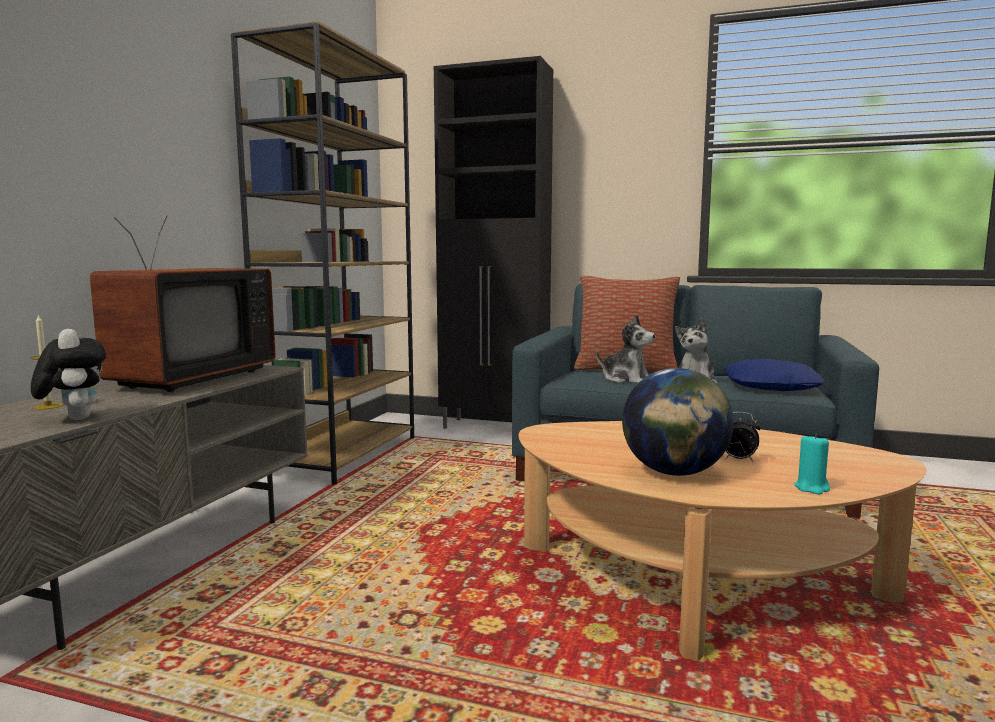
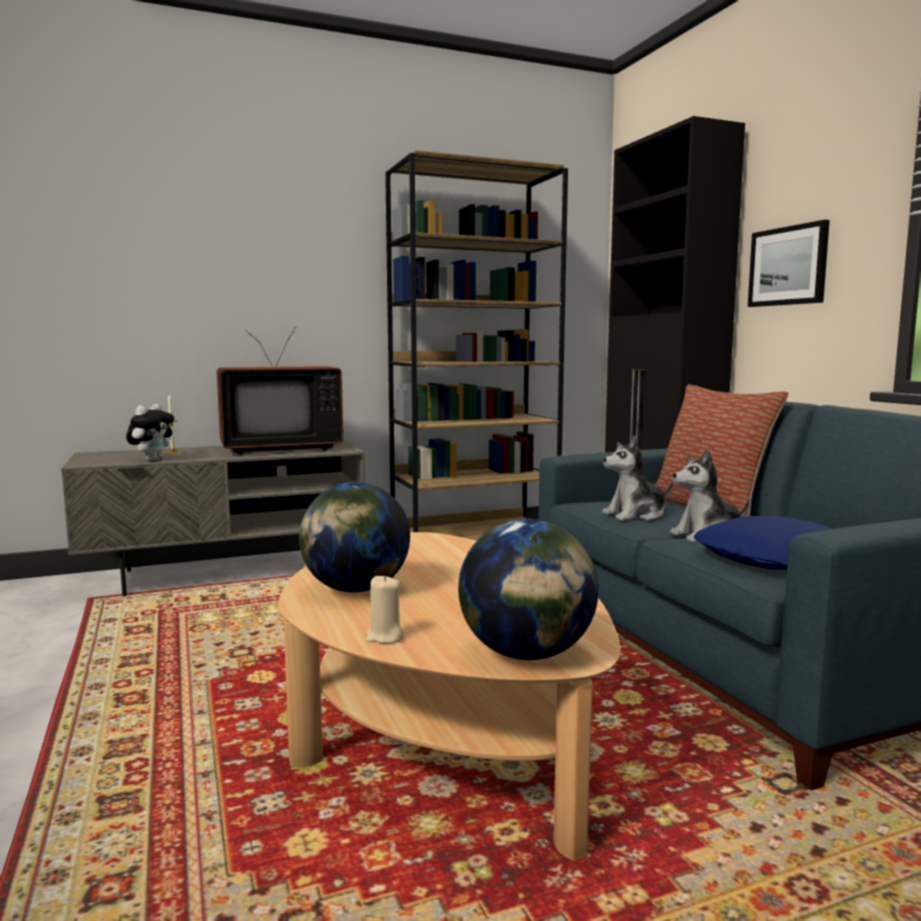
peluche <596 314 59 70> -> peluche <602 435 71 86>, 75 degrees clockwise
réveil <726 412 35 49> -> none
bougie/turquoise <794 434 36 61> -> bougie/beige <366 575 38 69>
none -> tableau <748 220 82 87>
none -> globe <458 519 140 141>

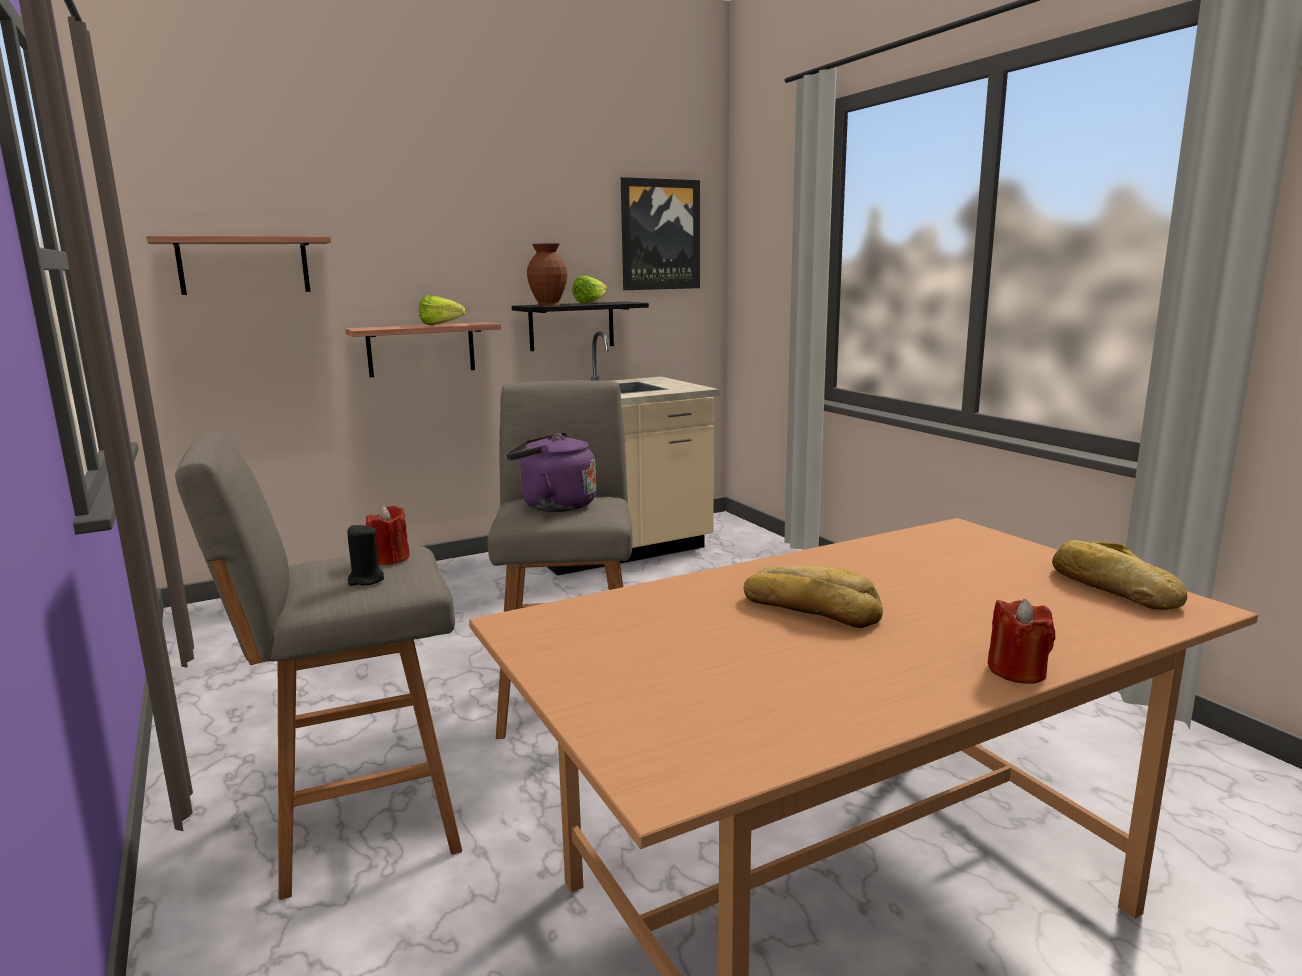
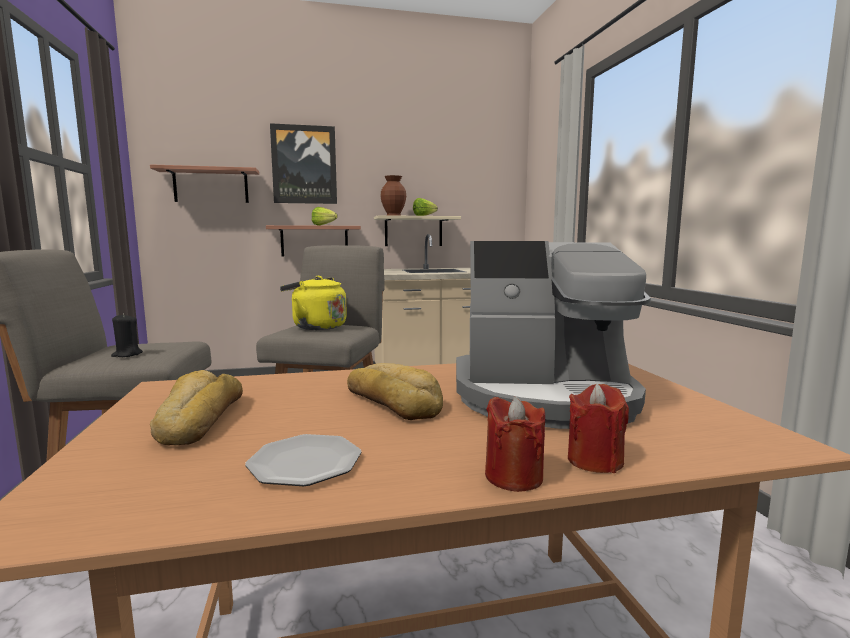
tableau <621 177 79 113> -> tableau <270 123 67 81>, move
étagère/noir <512 301 137 50> -> étagère/beige <374 215 87 31>
bouilloire/violet <506 432 91 80> -> bouilloire/jaune <280 276 67 54>
bougie/rouge <366 506 44 59> -> bougie/rouge <568 384 61 89>, move
pain <1052 540 135 70> -> pain <150 370 93 75>, move
none -> machine à café <456 241 195 188>
none -> assiette <245 434 117 52>

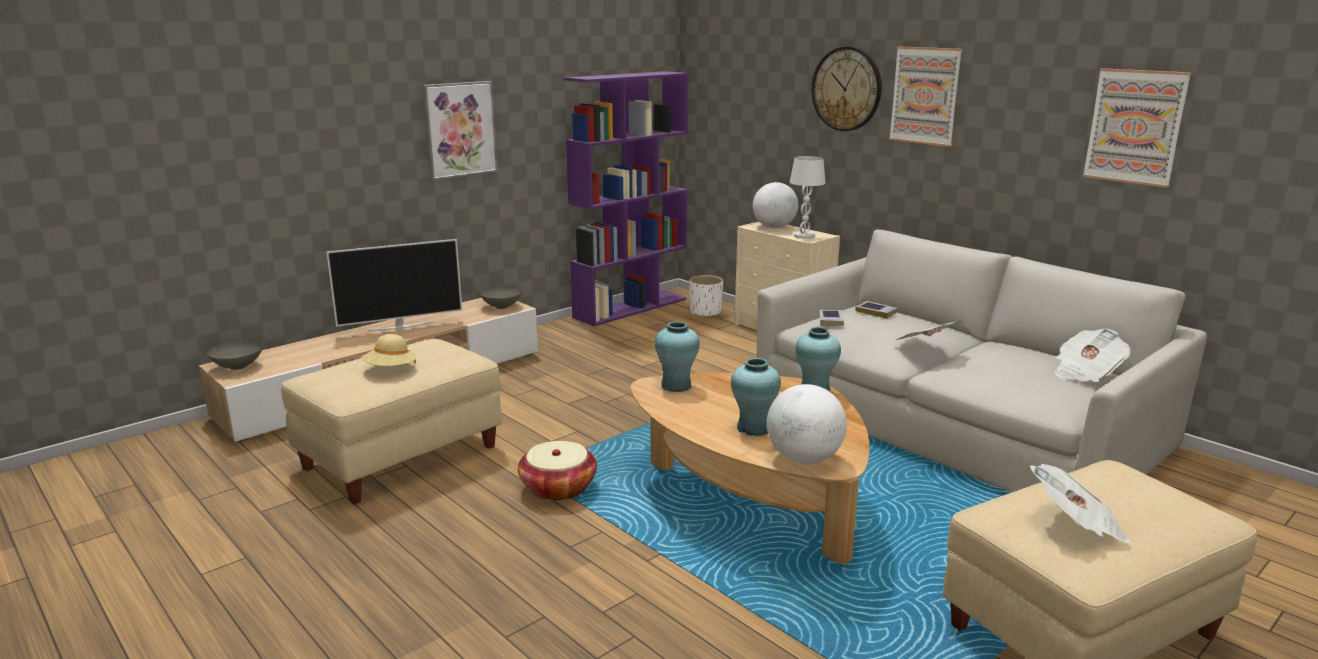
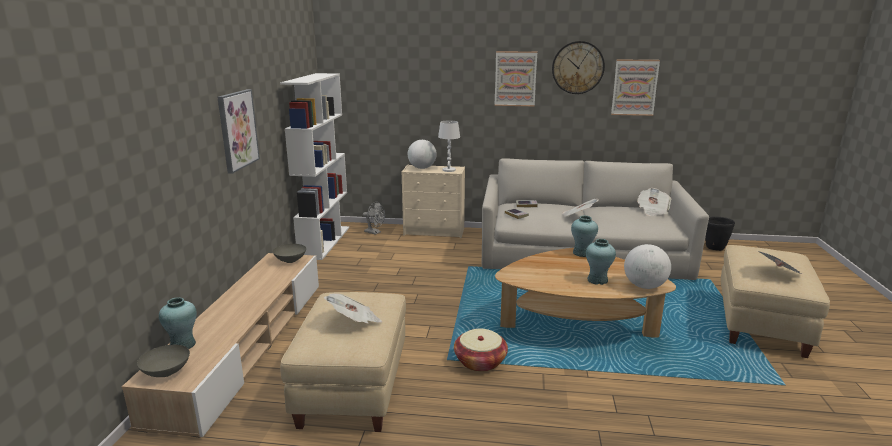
horloge murale <812 47 70 84> -> horloge murale <552 41 53 53>, move
bibliothèque/violet <564 71 125 255> -> bibliothèque/blanc <280 73 69 187>
téléviseur <326 239 136 92> -> none
cache-pot/blanc <689 275 34 42> -> ventilateur/gris <363 202 22 33>
vase/turquoise <655 321 45 71> -> vase/turquoise <159 297 38 52>, move
chapeau/beige <362 334 55 32> -> journal <324 293 59 31>
none -> cache-pot/noir <705 216 30 35>

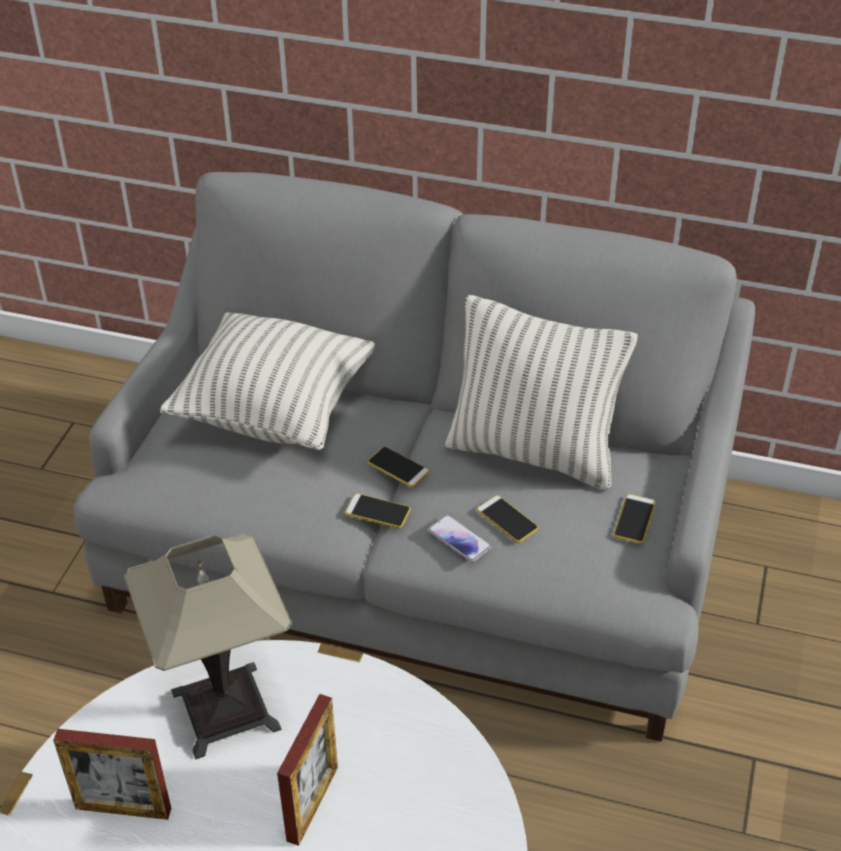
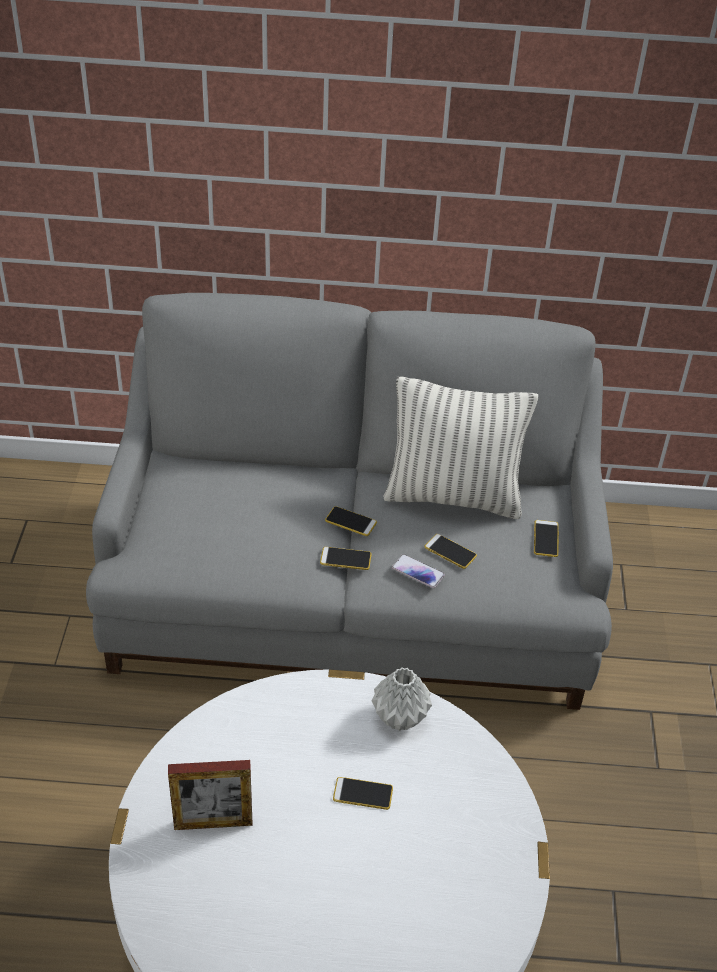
coussin <160 312 215 138> -> none
lampe de table <124 533 168 227> -> none
cadre photo <277 694 61 152> -> téléphone <333 777 60 33>
none -> vase/gris <372 668 60 63>

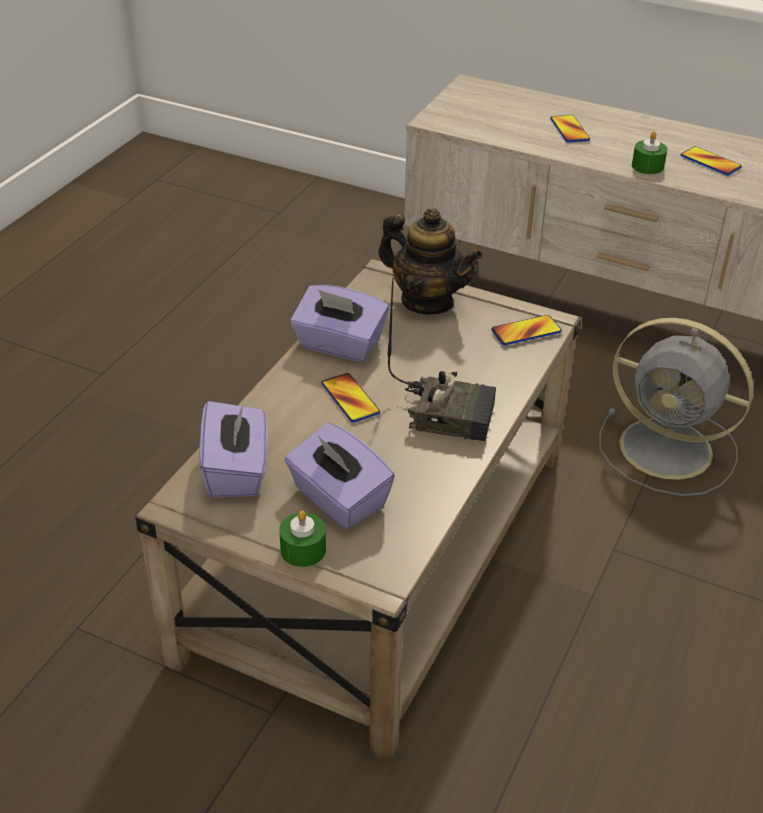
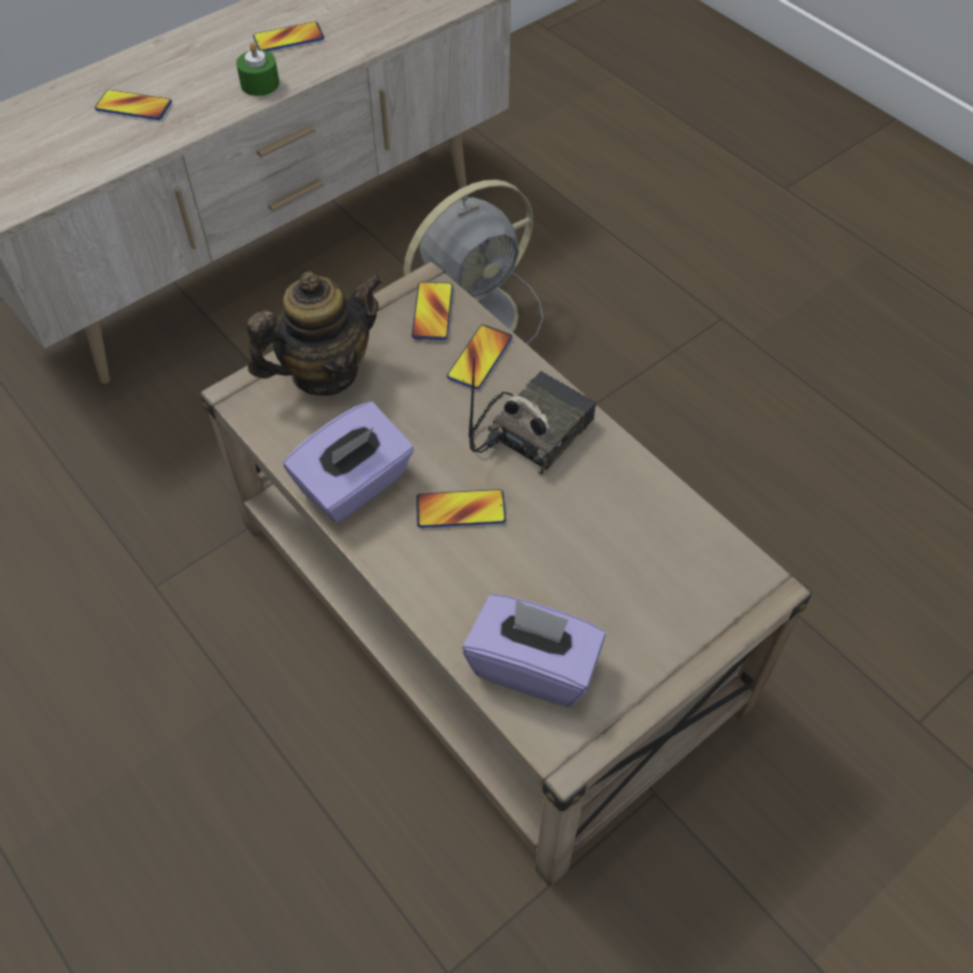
boîte à mouchoirs/violet <284 423 111 106> -> none
bougie/vert <279 511 47 56> -> none
none -> téléphone <447 324 65 66>

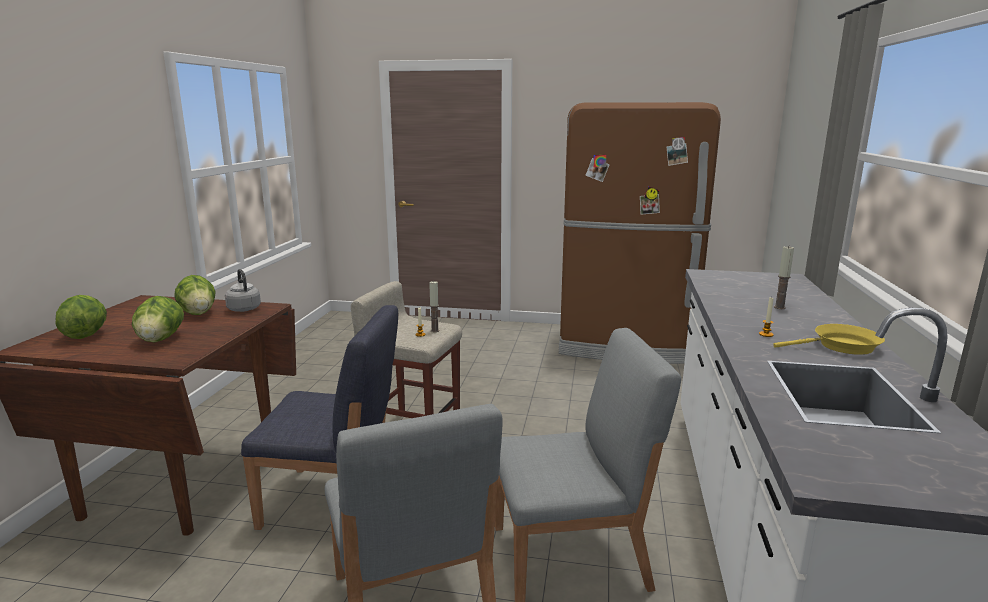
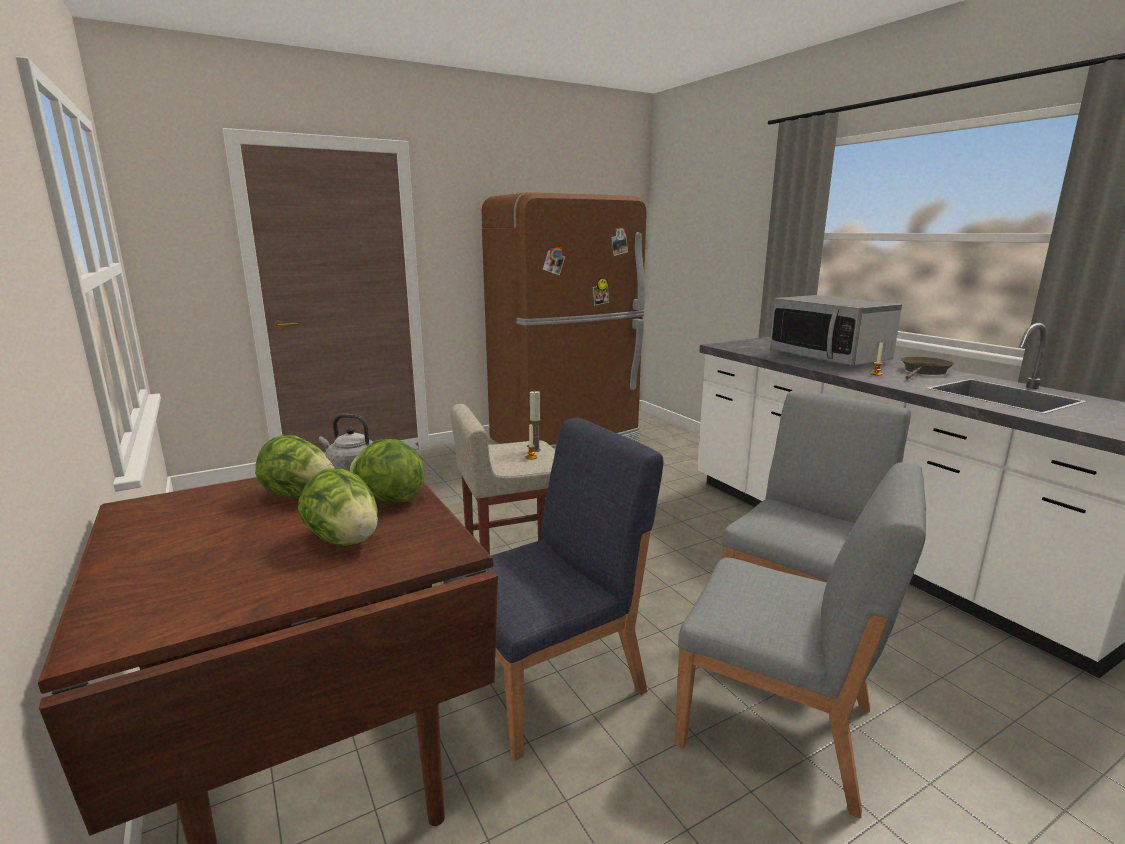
bougie <774 246 20 63> -> micro-ondes <770 295 132 71>
laitue <55 295 52 44> -> laitue <349 439 75 63>, move
poêle/jaune <773 324 112 31> -> poêle/marron <901 357 53 23>

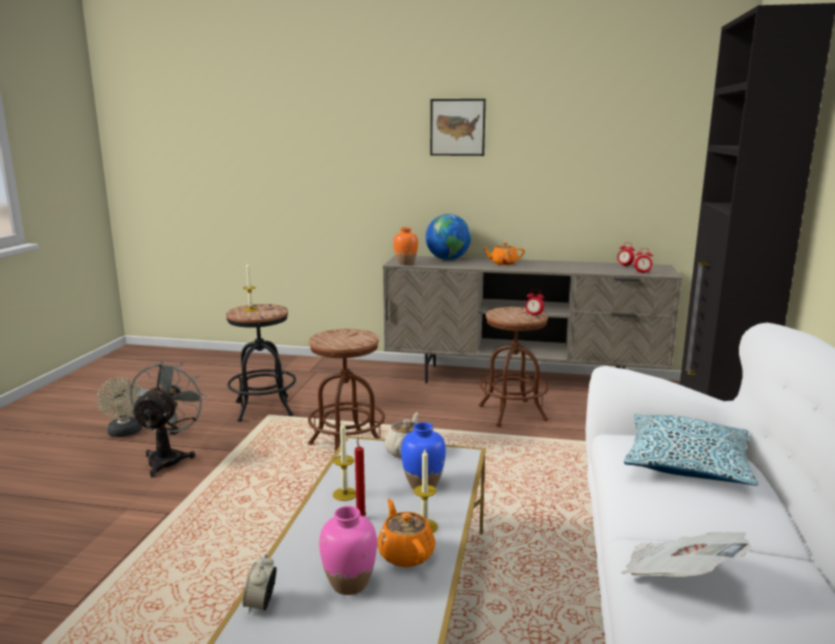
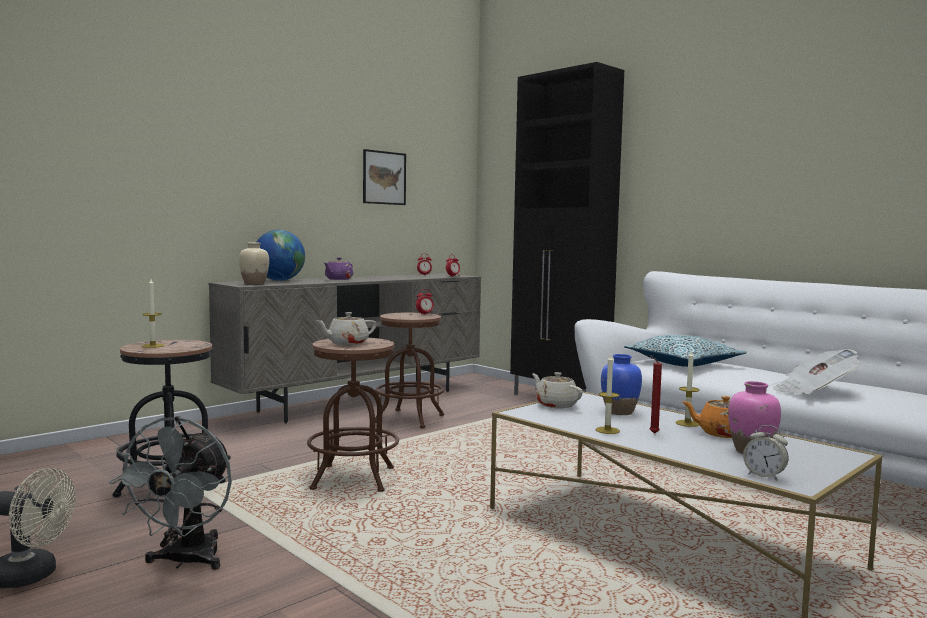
tableau <430 99 56 57> -> tableau <363 149 43 56>, move
vase/orange <393 227 25 38> -> vase/beige <239 243 30 42>
théière/orange <483 242 42 23> -> théière/violet <324 257 29 23>
ventilateur/gris <130 360 77 117> -> ventilateur/gris <109 416 123 154>, 120 degrees counterclockwise
none -> théière/beige <316 312 60 33>

